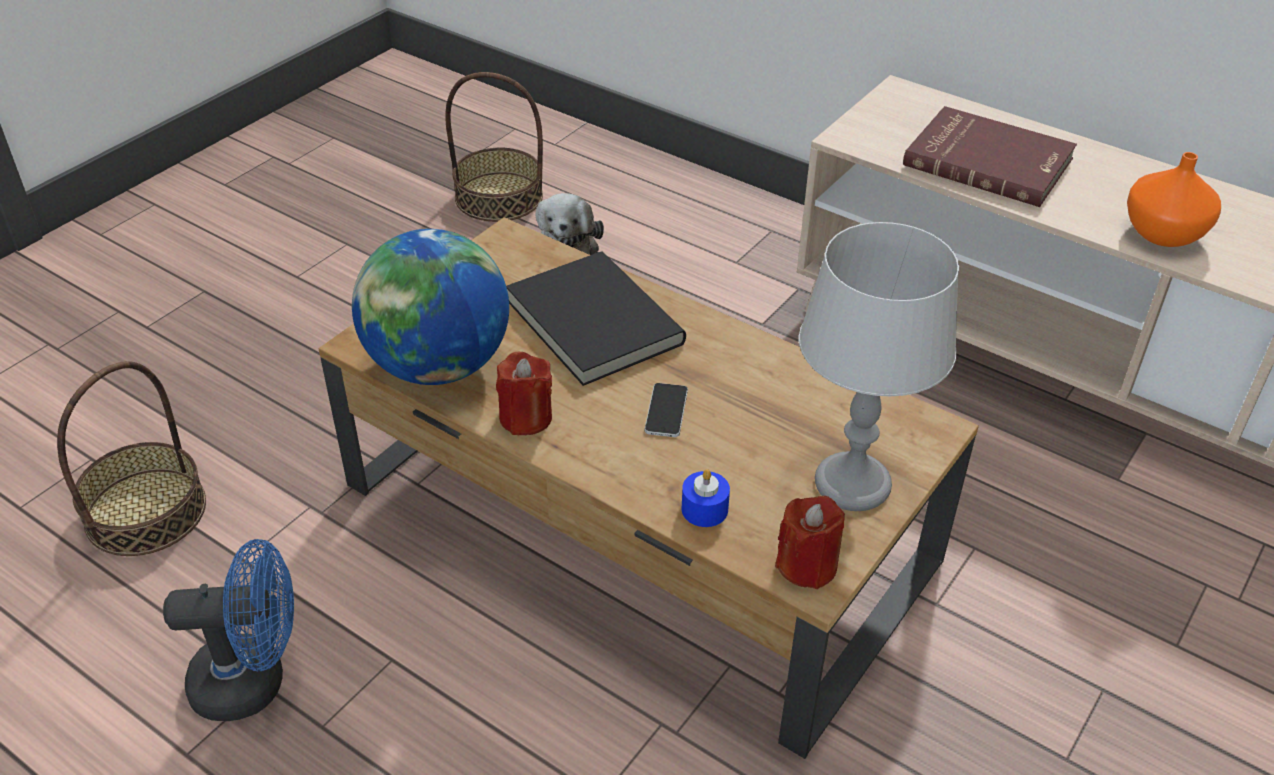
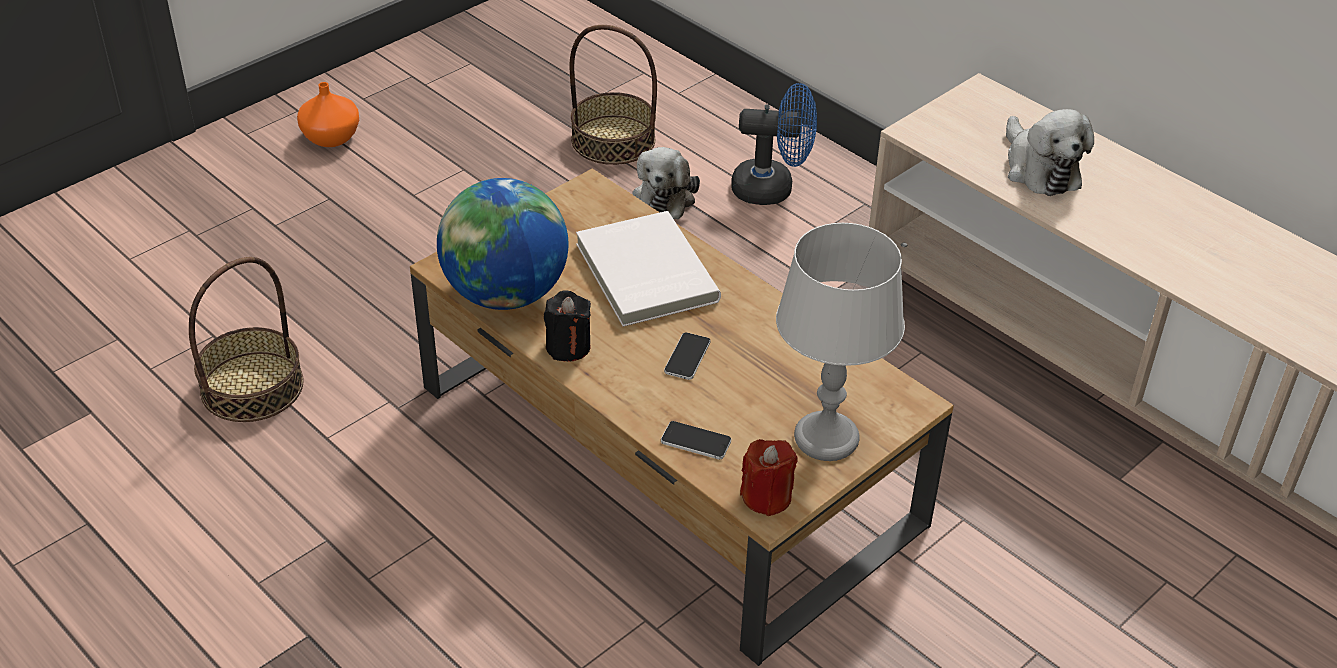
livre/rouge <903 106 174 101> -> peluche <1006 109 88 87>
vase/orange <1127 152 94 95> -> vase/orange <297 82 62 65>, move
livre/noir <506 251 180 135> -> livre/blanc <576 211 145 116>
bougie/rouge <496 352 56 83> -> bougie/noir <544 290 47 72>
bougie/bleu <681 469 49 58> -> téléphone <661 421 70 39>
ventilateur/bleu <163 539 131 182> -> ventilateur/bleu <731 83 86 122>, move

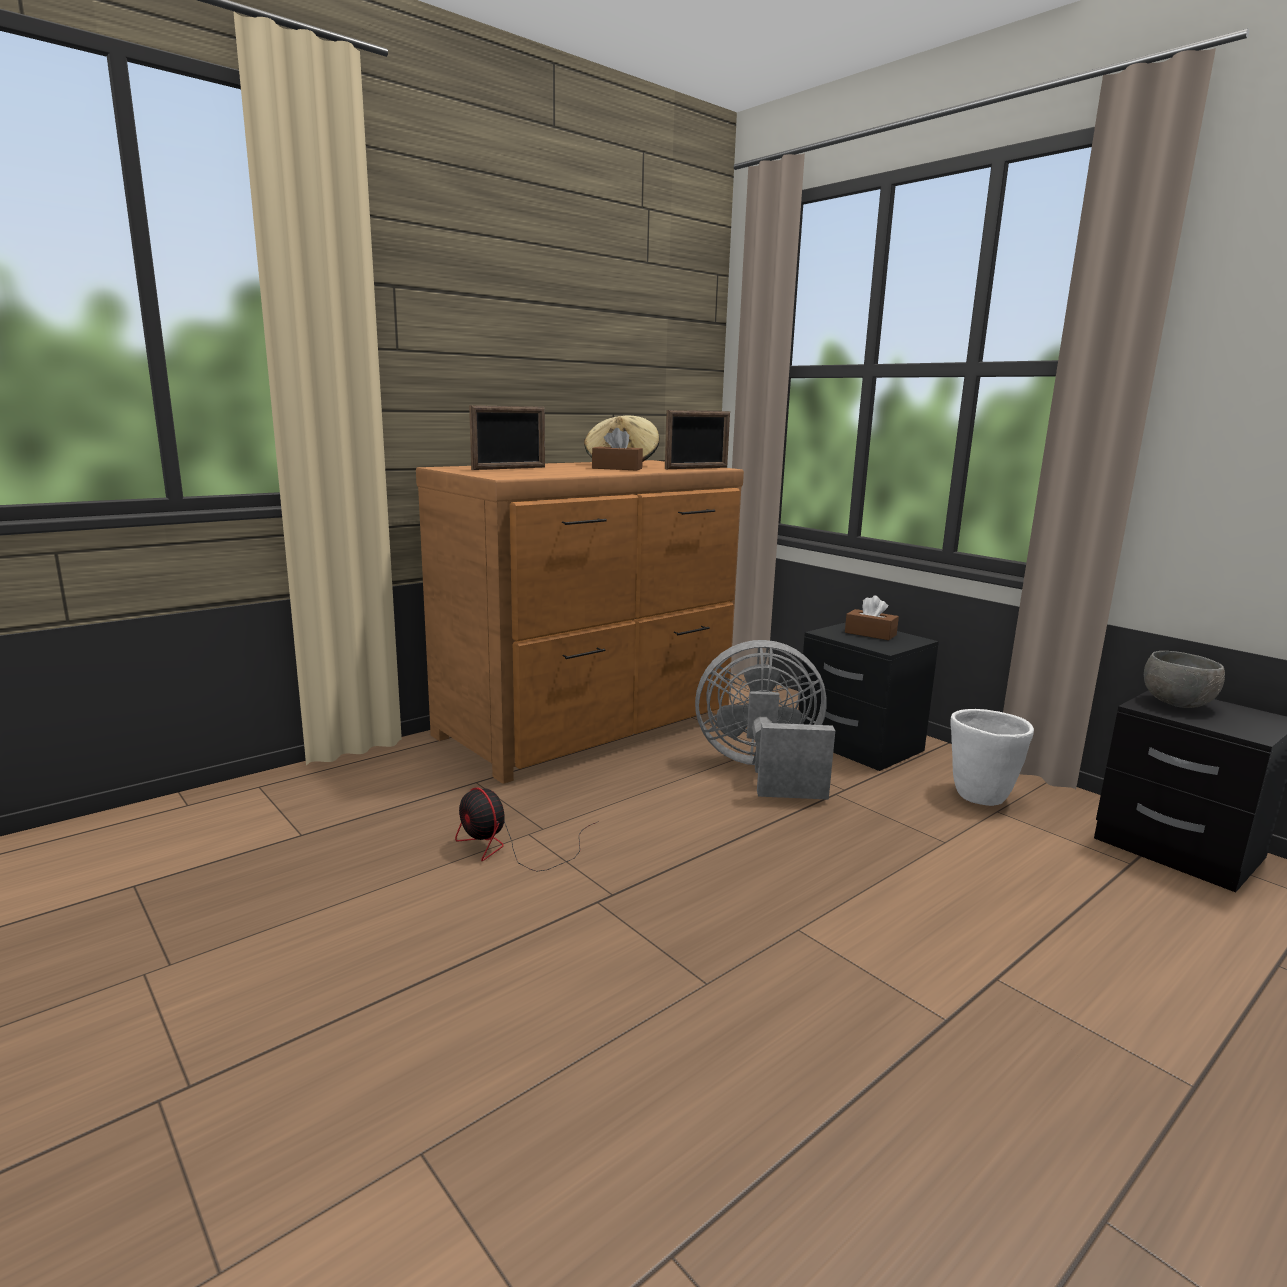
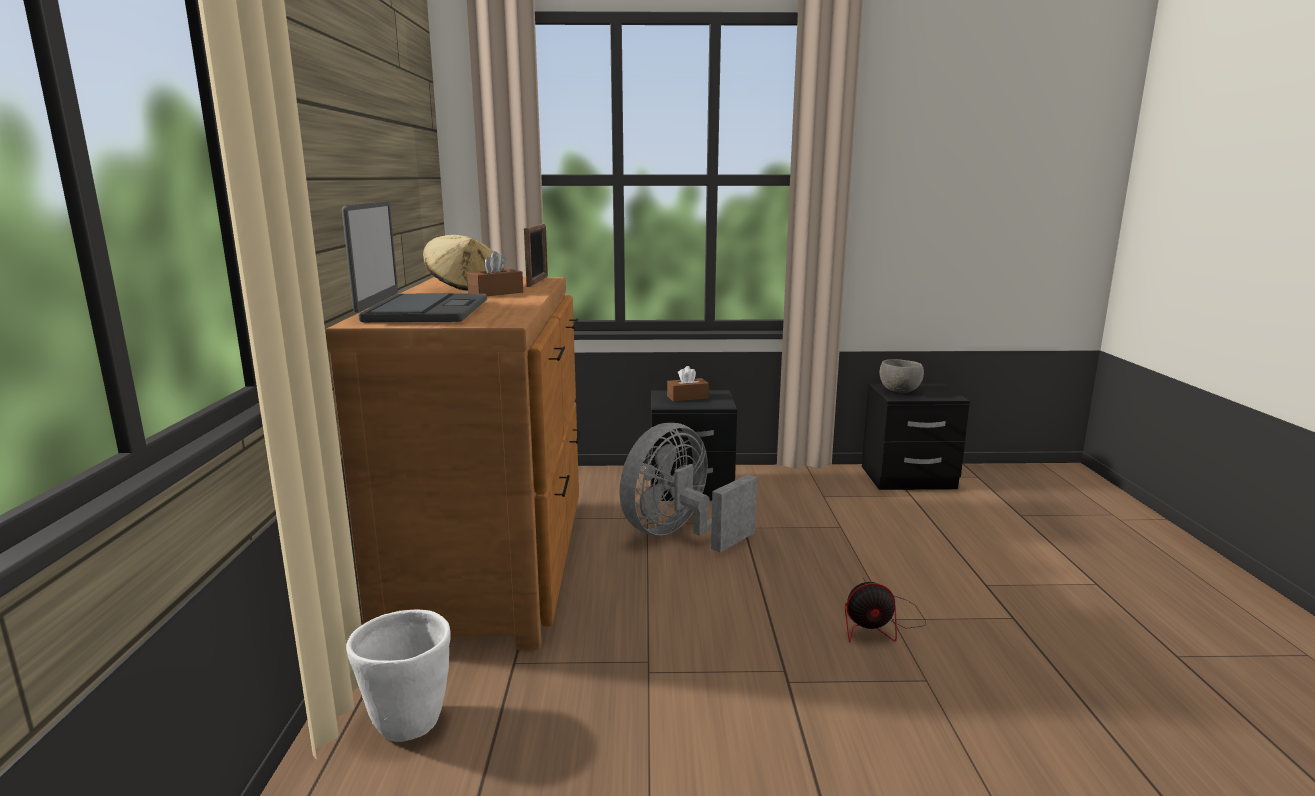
cadre photo <469 405 76 65> -> ordinateur portable <342 201 145 121>
cache-pot/blanc <950 709 84 97> -> cache-pot/blanc <346 609 105 133>, move
ventilateur <455 787 144 85> -> ventilateur <845 578 81 64>, move

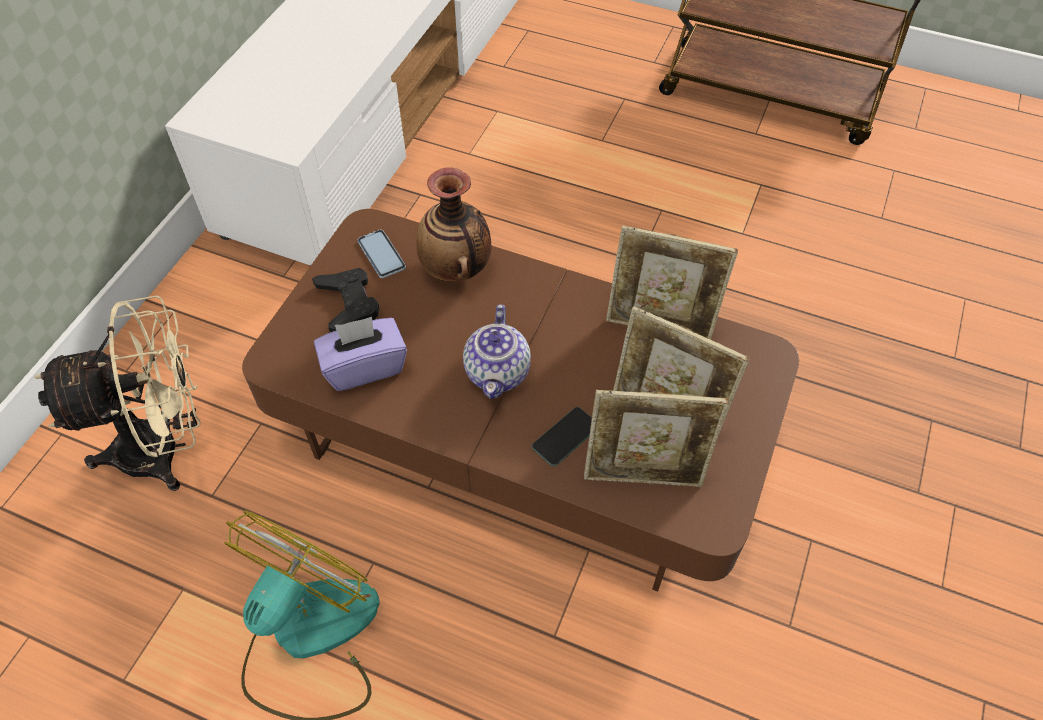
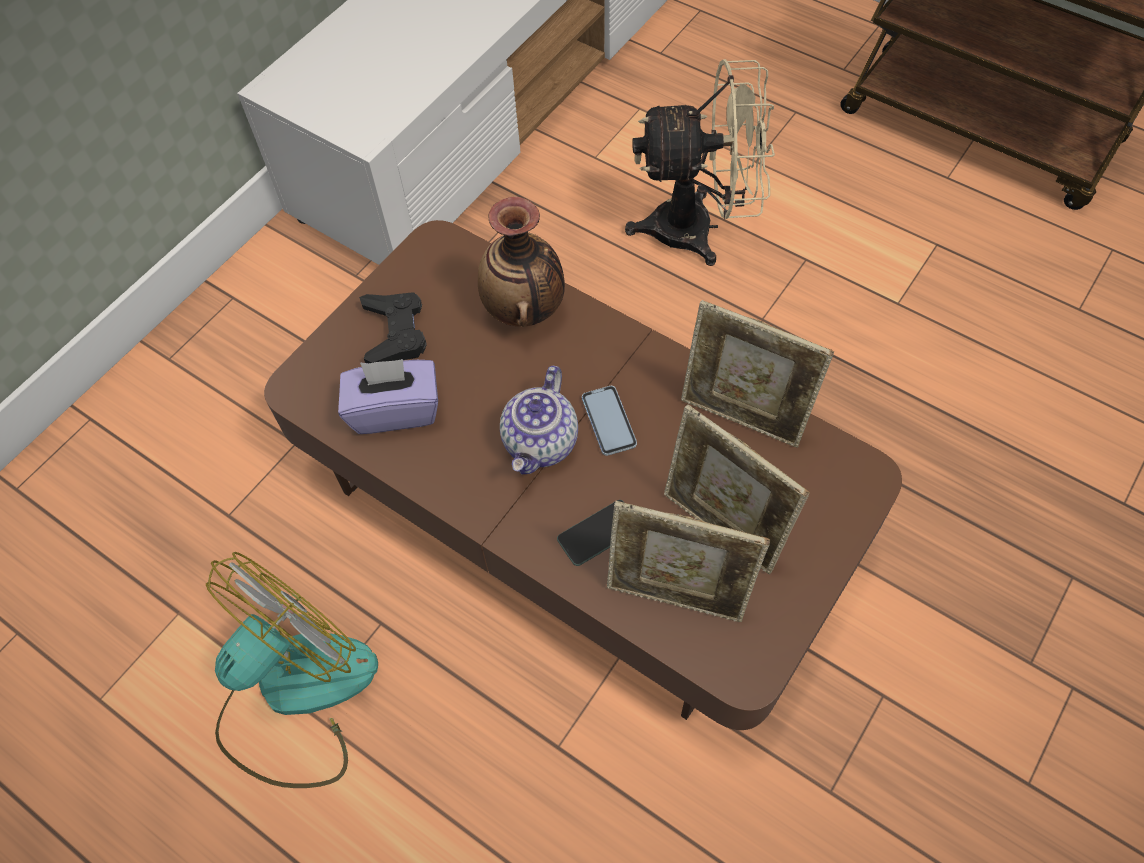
téléphone <358 229 48 49> -> téléphone <582 386 55 70>, move
ventilateur/beige <34 295 166 196> -> ventilateur/beige <625 59 150 207>, move

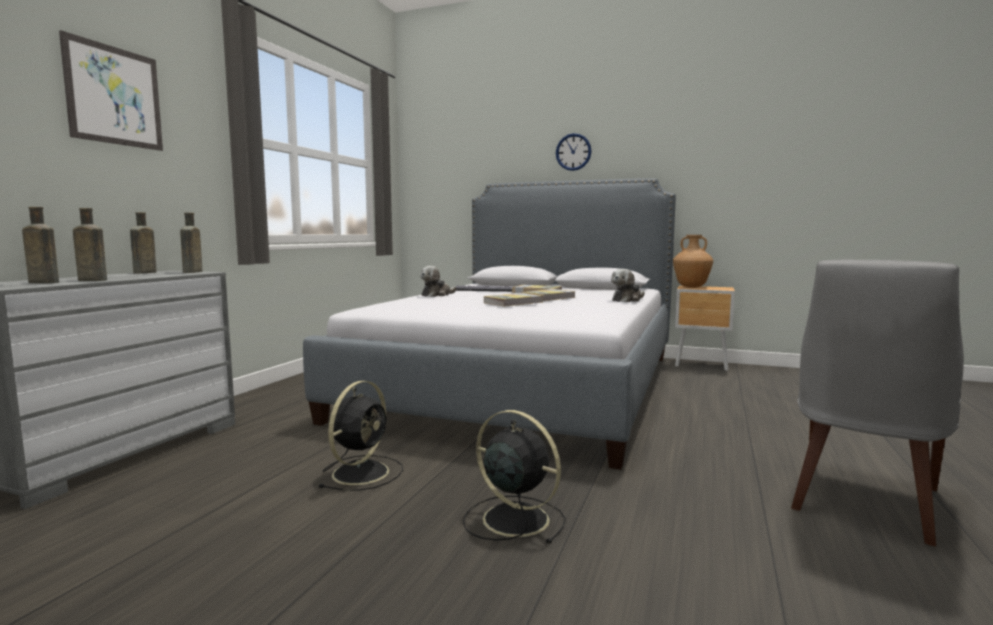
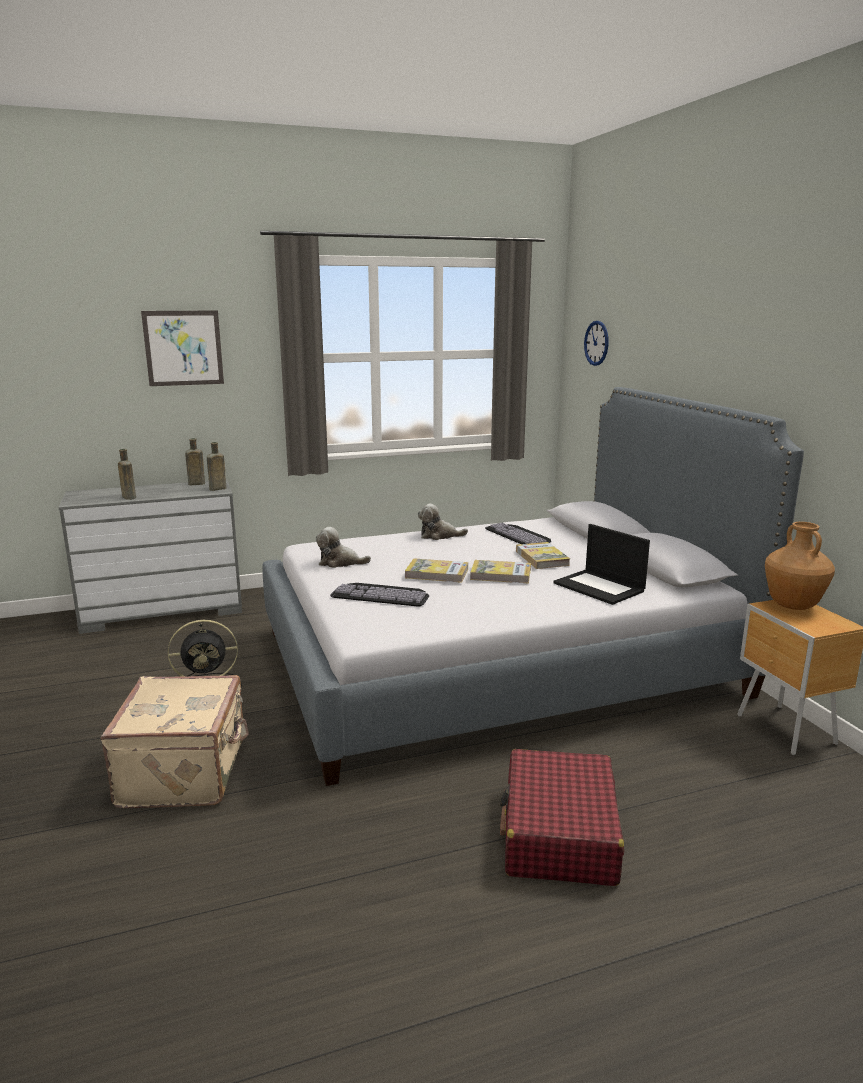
horloge murale <556 133 36 38> -> horloge murale <584 321 25 45>, move
bouteille/marron <22 207 37 76> -> none
chaise/gris <791 260 173 286> -> none
peluche <611 269 34 33> -> peluche <316 527 55 41>, move
ventilateur/noir <463 410 103 134> -> valise/beige <100 675 149 133>
none -> ordinateur portable <553 524 97 81>
none -> clavier <330 583 99 24>
none -> valise/rouge <500 749 124 137>

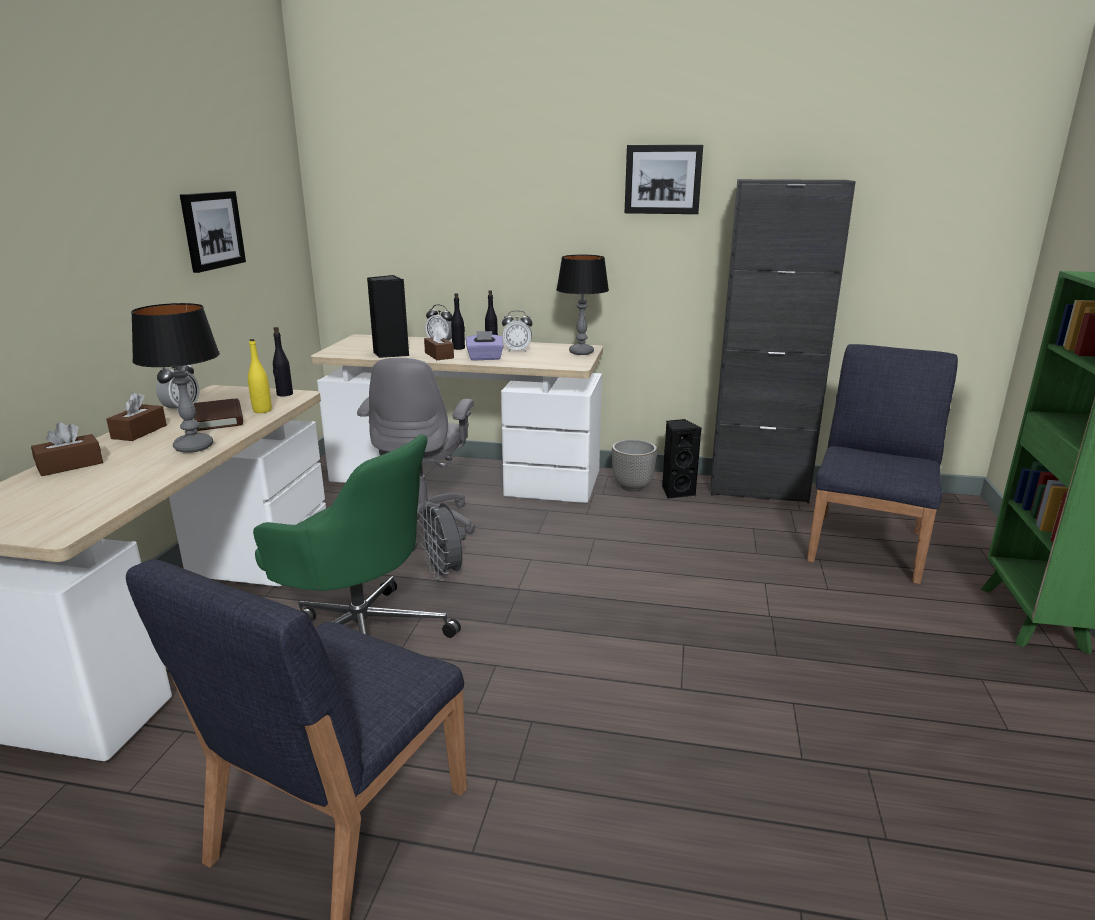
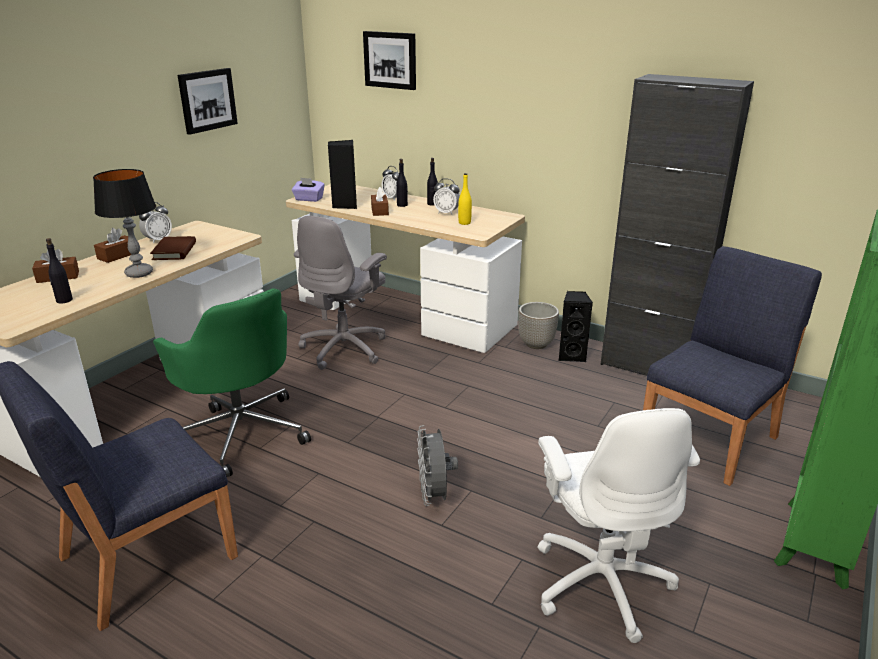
tableau <624 145 79 69> -> tableau <363 31 53 59>, move
lampe de table <556 255 53 100> -> none
bouteille/noir <273 327 20 70> -> bouteille/noir <46 238 27 65>, move
boîte à mouchoirs/violet <466 331 38 29> -> boîte à mouchoirs/violet <292 178 33 24>, move
bouteille/jaune <248 339 24 74> -> bouteille/jaune <458 173 14 52>, move
ventilateur/gris <418 501 48 80> -> ventilateur/gris <417 425 41 81>, move
none -> chaise de bureau/blanc <537 408 163 235>

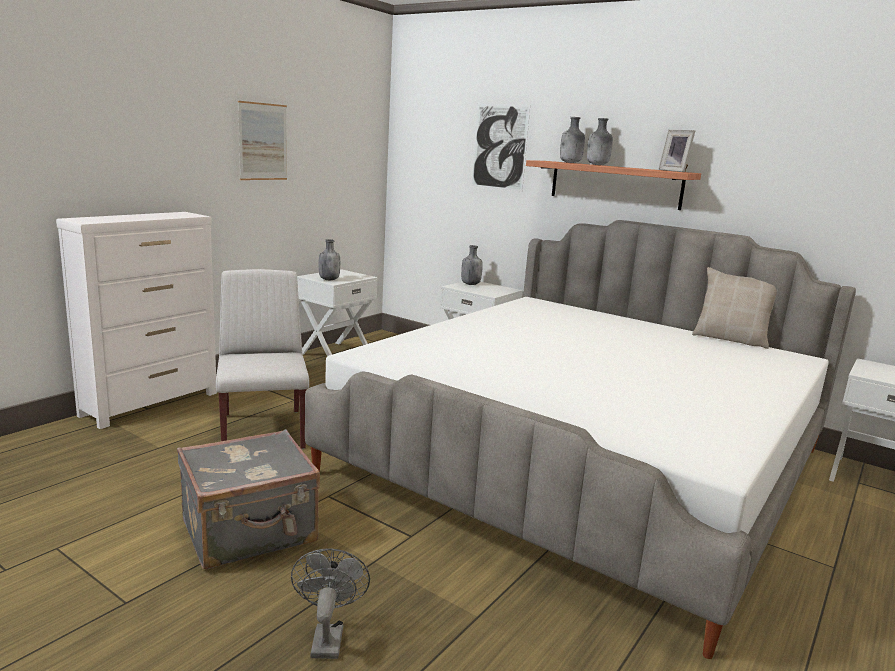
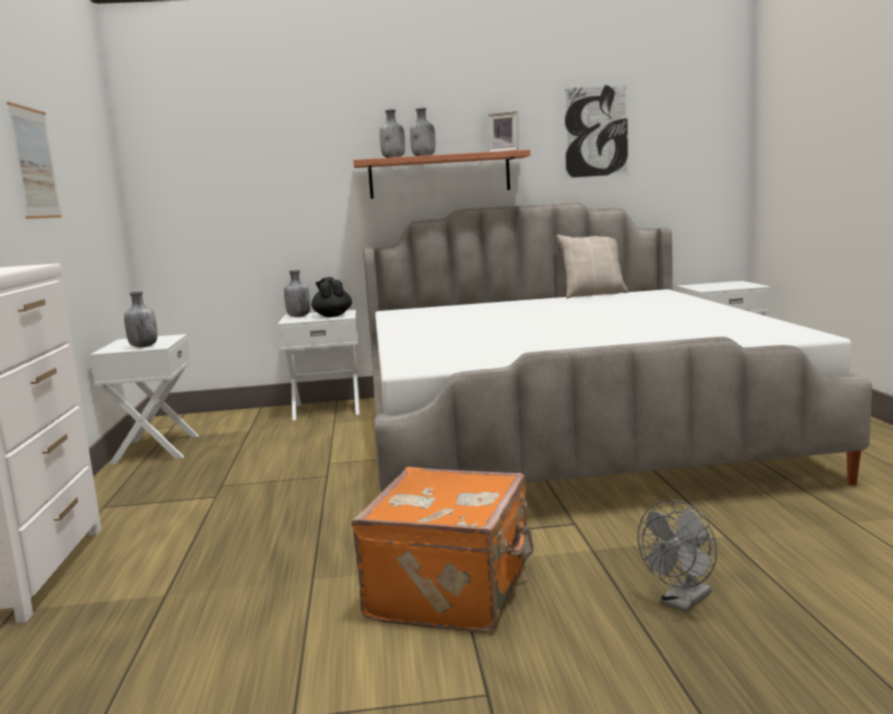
tableau <471 103 59 88> -> tableau <561 82 69 98>, move
chaise/blanc <216 269 93 180> -> none
valise/gris <177 429 143 140> -> valise/orange <352 467 182 166>
ventilateur/gris <291 548 79 111> -> ventilateur/gris <637 500 80 112>, 90 degrees counterclockwise
none -> théière/noir <311 277 41 40>

